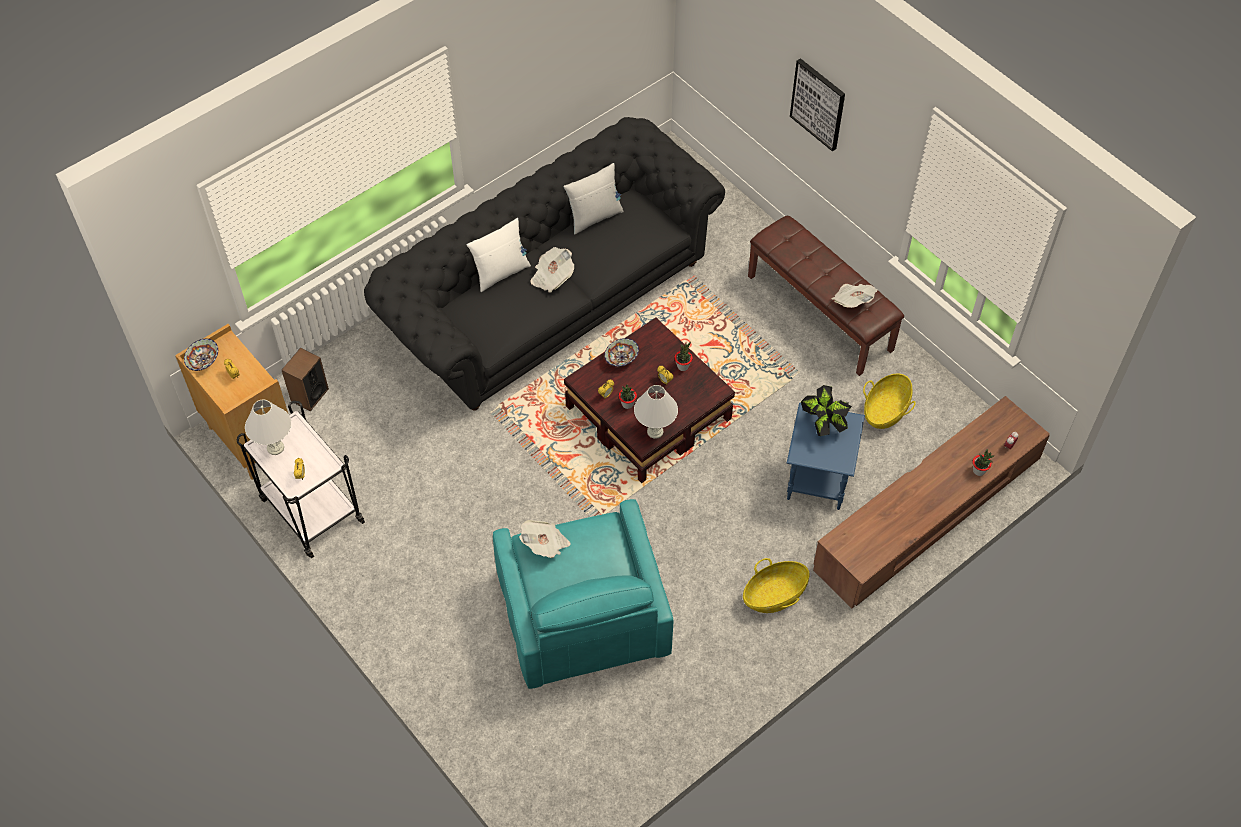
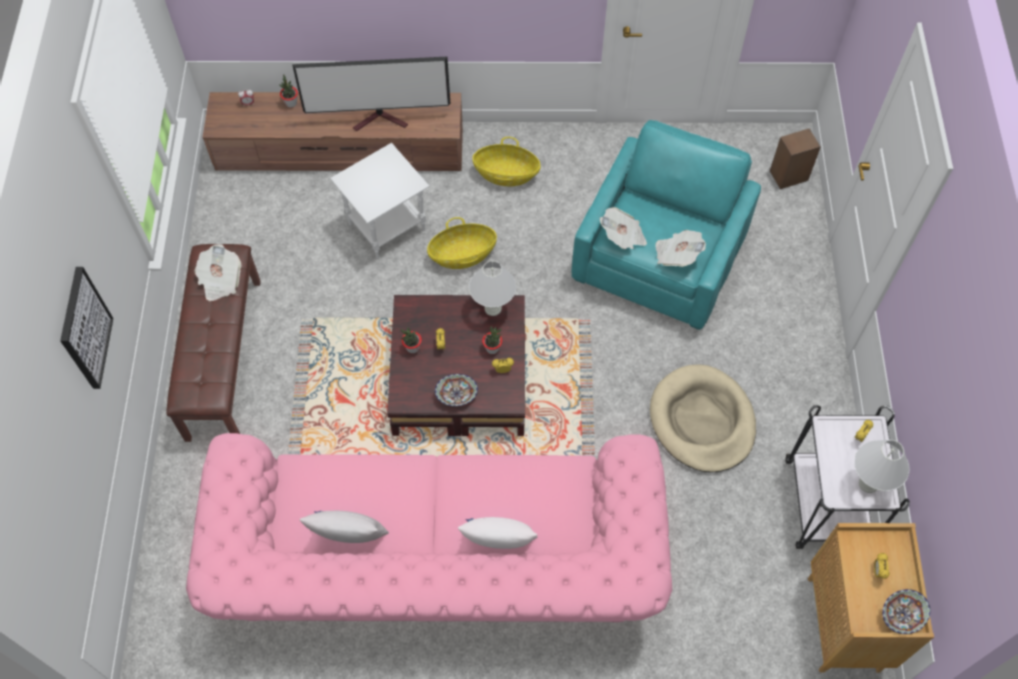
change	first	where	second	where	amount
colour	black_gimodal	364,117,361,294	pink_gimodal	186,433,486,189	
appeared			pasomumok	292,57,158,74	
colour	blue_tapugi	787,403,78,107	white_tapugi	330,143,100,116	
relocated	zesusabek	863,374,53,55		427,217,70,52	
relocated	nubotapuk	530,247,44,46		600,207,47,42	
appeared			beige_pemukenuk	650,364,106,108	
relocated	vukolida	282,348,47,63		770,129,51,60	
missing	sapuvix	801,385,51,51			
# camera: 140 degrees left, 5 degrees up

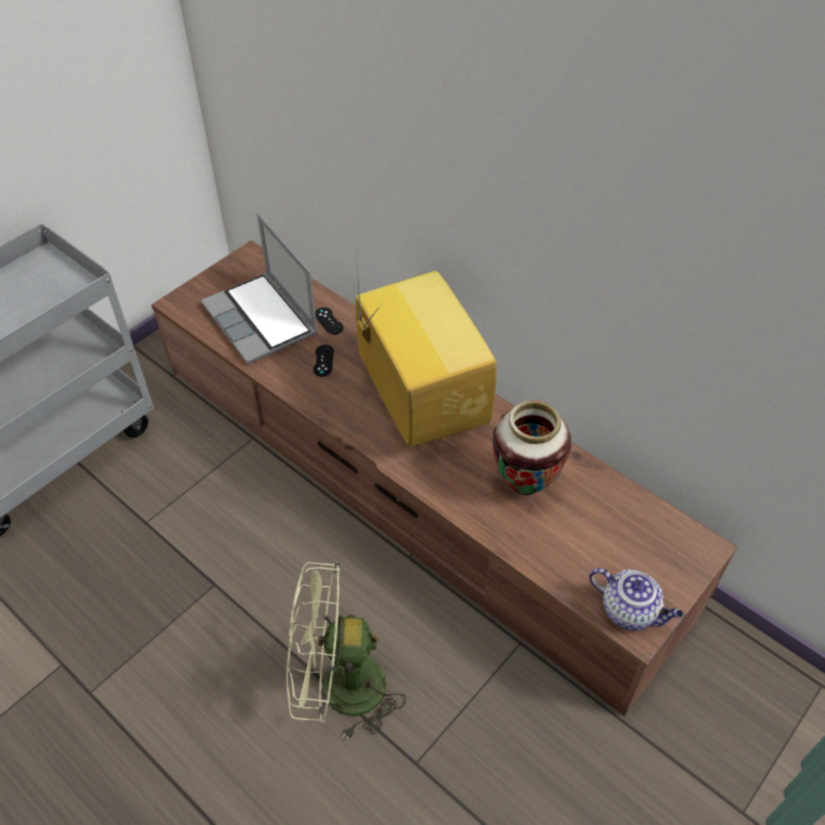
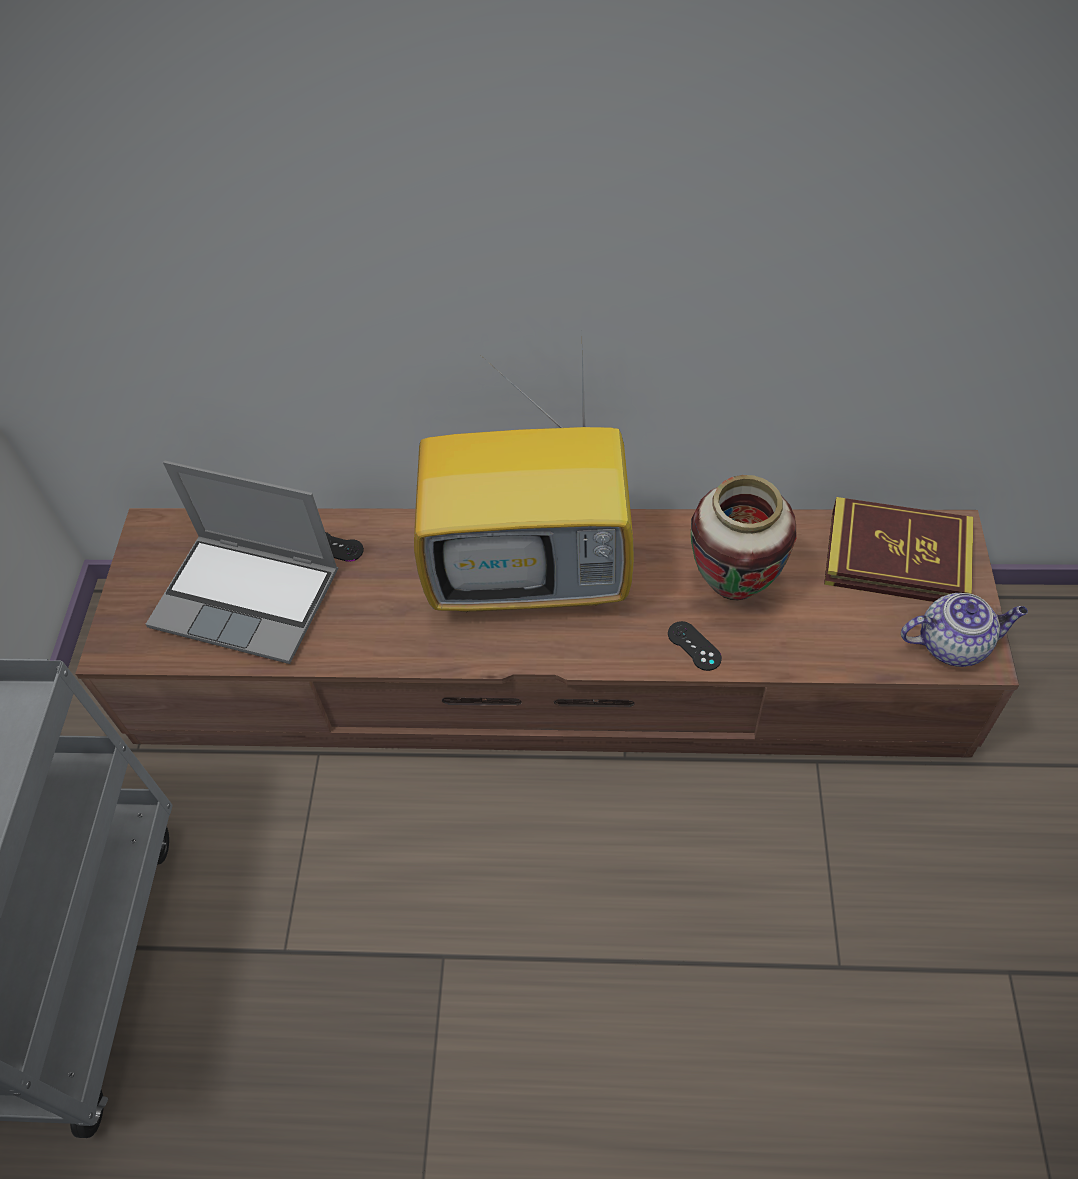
change	first	where	second	where	amount
spun	pasomumok	356,249,141,198		414,347,220,265	150 degrees clockwise
relocated	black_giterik	313,345,21,32		668,621,54,50	
appeared			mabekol	824,497,150,105	
missing	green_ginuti	286,562,120,178			
# camera: 35 degrees left, 5 degrees up

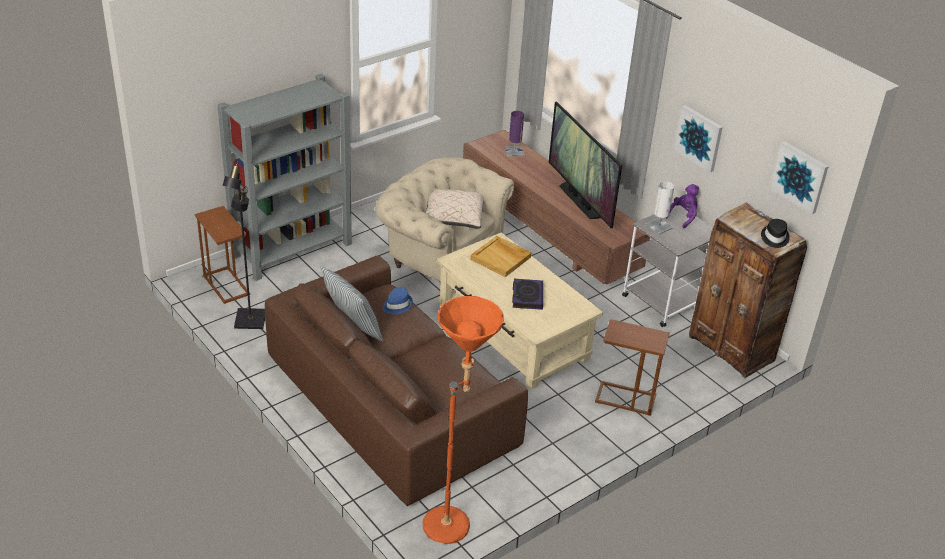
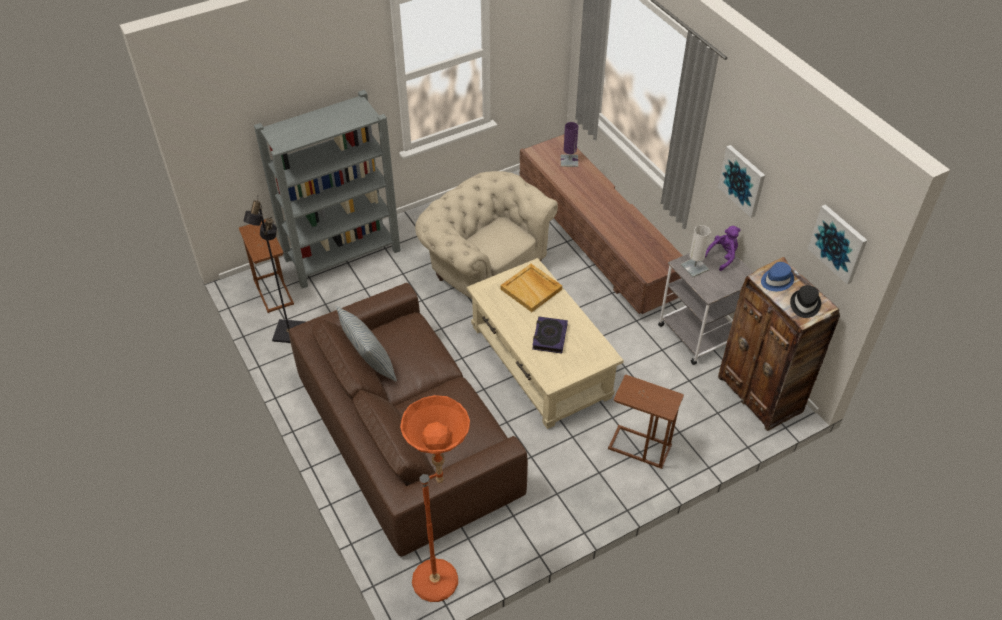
change	first	where	second	where	amount
relocated	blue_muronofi	382,287,31,27		761,262,33,29	
missing	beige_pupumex	425,189,59,39			
missing	pasomumok	549,102,73,126			
# camera: 10 degrees right, 10 degrees up

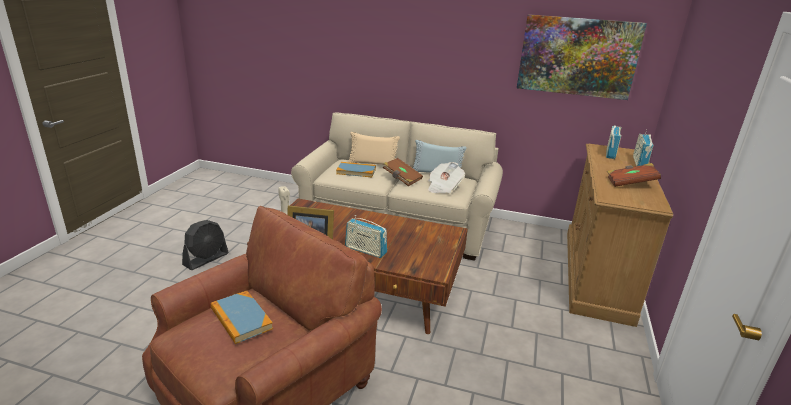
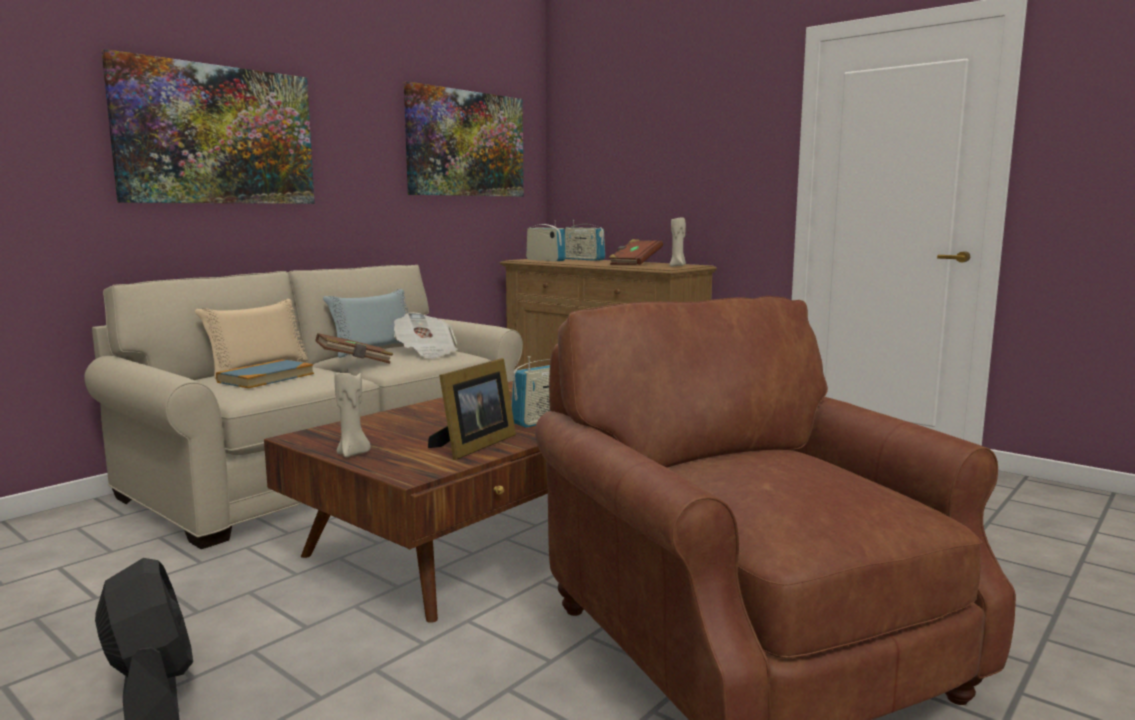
change	first	where	second	where	amount
appeared			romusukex	101,49,214,155	
appeared			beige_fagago	670,216,16,51	
missing	mabekol	211,291,62,53			
# camera: 65 degrees left, 15 degrees down

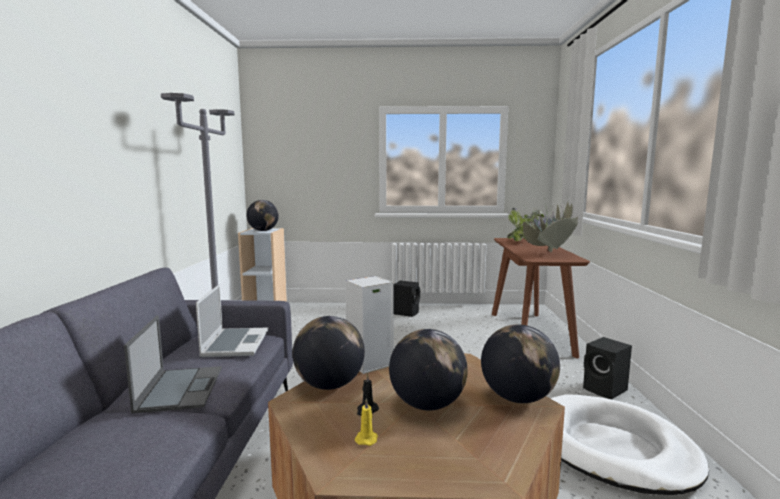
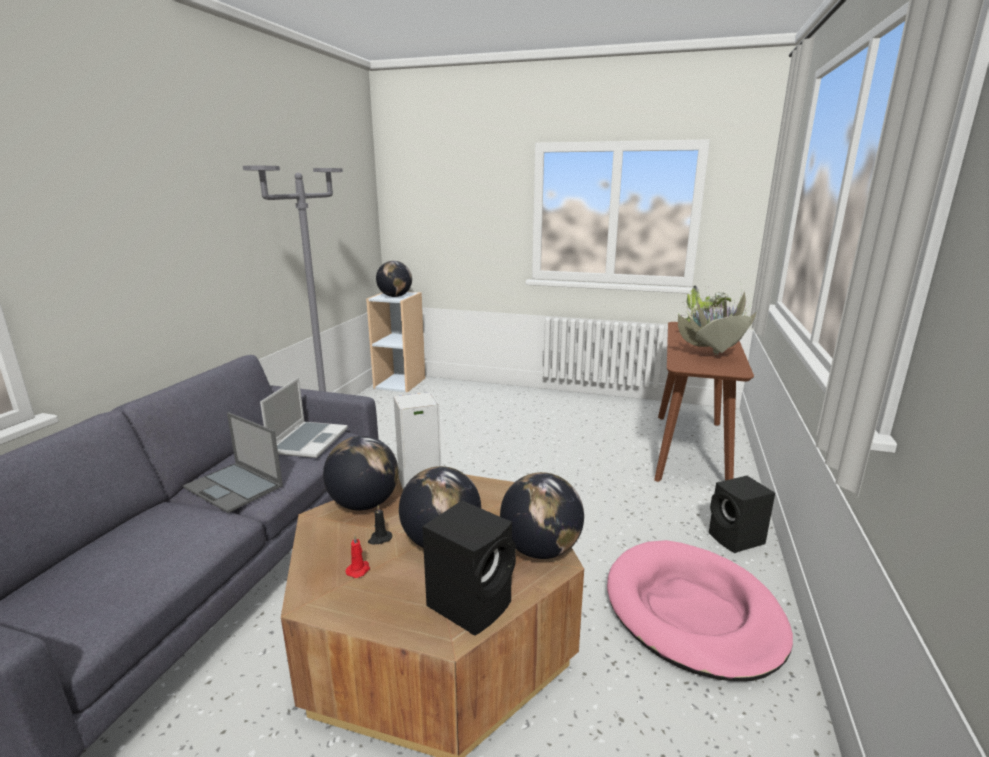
change	first	where	second	where	amount
spun	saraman	124,316,98,98		183,412,100,101	120 degrees clockwise
colour	yellow_fagago	355,398,23,48	red_fagago	345,535,25,43	
relocated	black_vukolida	394,281,26,36		422,500,94,136	
colour	white_pemukenuk	551,394,158,101	pink_pemukenuk	607,540,186,141	
# camera: 15 degrees right, 10 degrees up

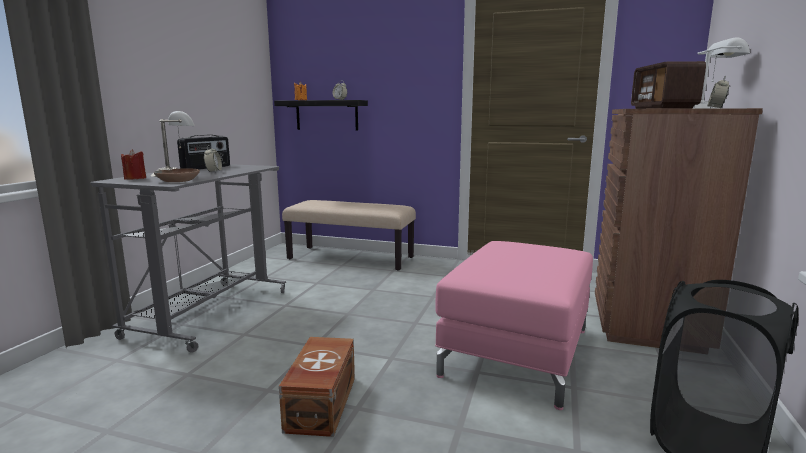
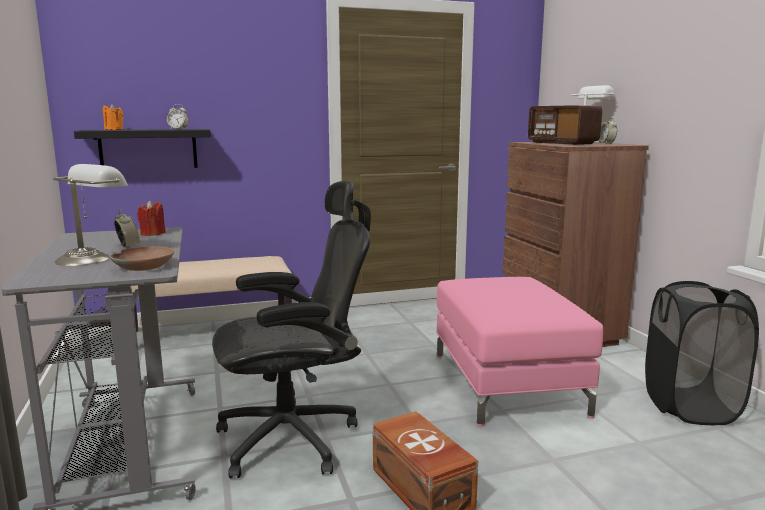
change	first	where	second	where	amount
relocated	red_fagago	121,149,25,30		137,200,29,36	
appeared			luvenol	212,181,159,297	
missing	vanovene	177,135,53,34			
# camera: 35 degrees left, 0 degrees up

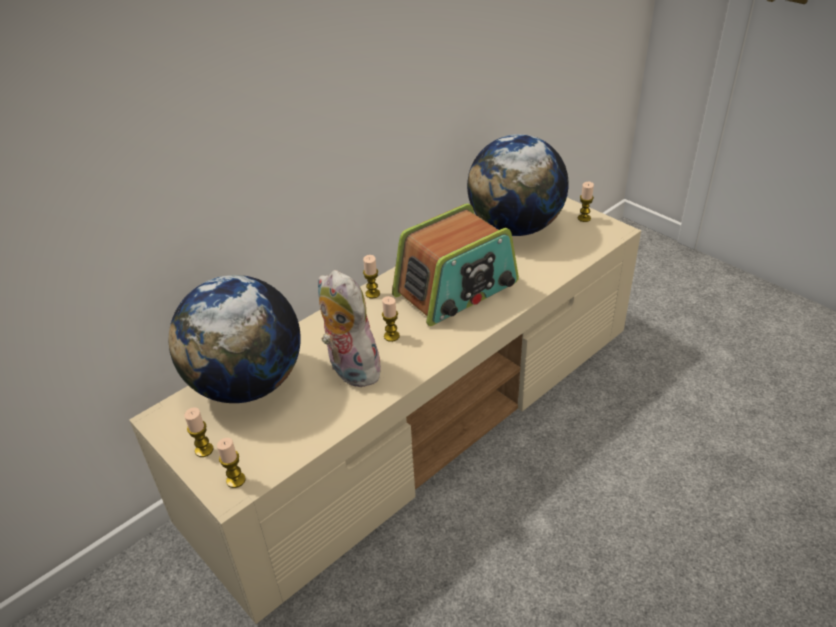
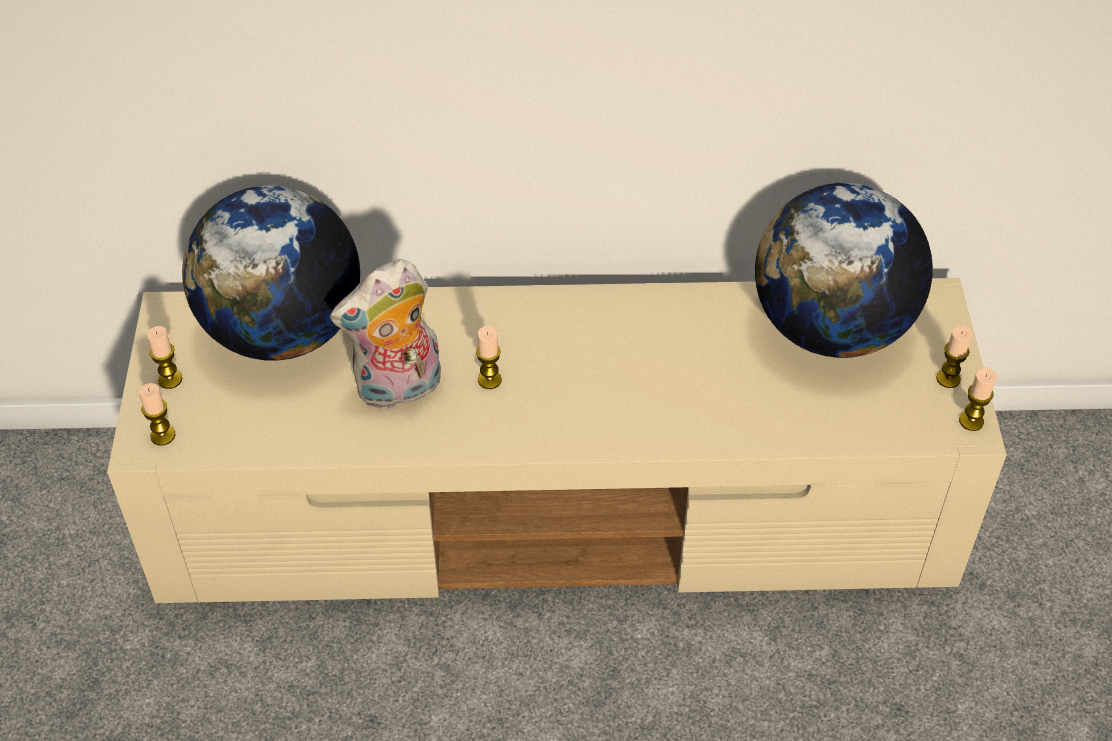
change	first	where	second	where	amount
spun	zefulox	318,270,63,117		330,259,111,152	120 degrees counterclockwise
relocated	fagago	363,255,17,44		959,367,38,64	
missing	vanovene	392,203,127,123			
# camera: 40 degrees right, 10 degrees up

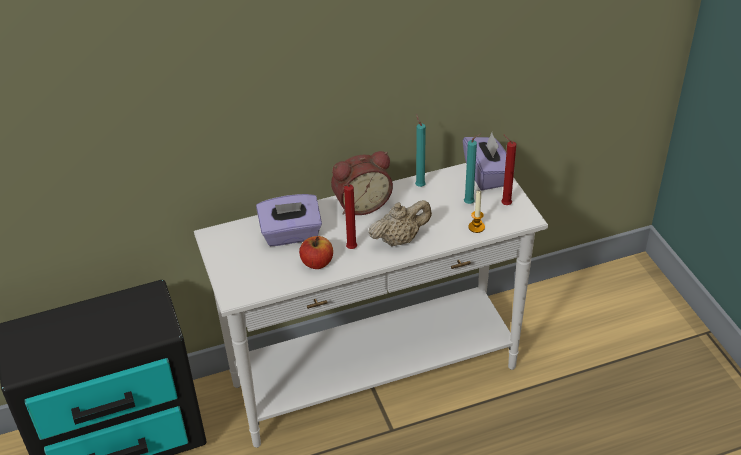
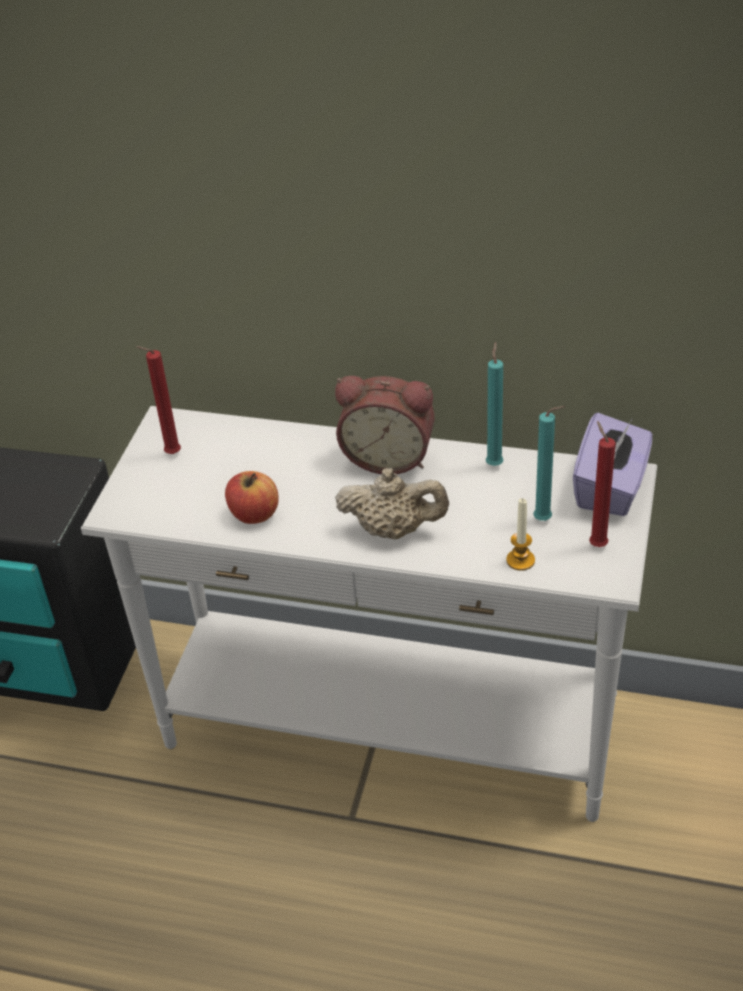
change	first	where	second	where	amount
relocated	red_fagago	343,184,14,65		136,346,45,108	
missing	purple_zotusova	256,194,66,52			
# camera: 35 degrees right, 0 degrees up

